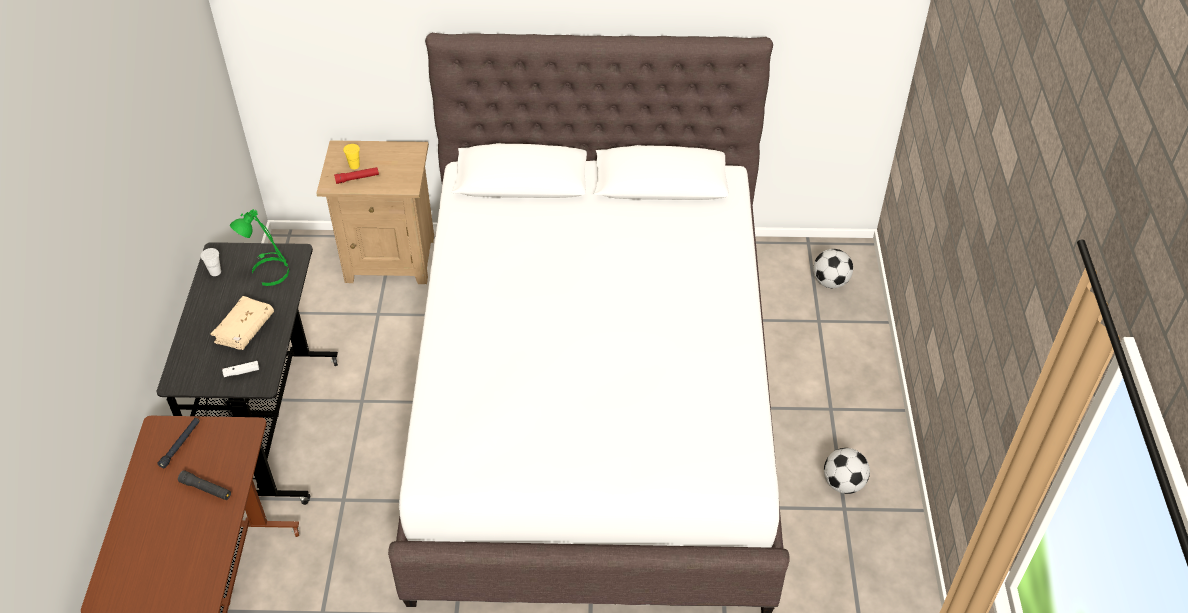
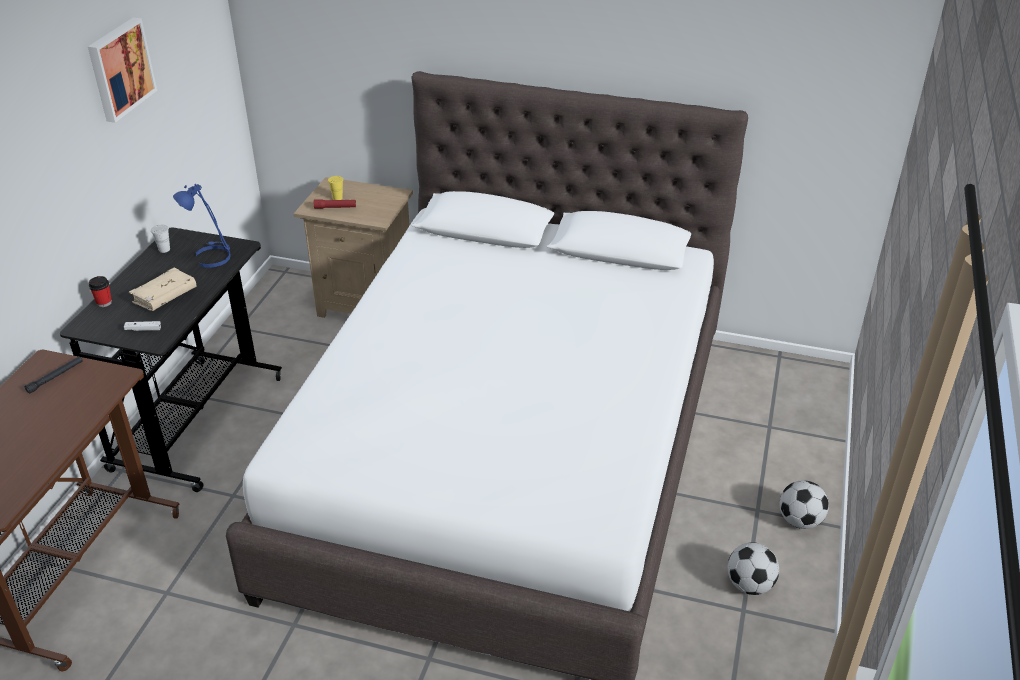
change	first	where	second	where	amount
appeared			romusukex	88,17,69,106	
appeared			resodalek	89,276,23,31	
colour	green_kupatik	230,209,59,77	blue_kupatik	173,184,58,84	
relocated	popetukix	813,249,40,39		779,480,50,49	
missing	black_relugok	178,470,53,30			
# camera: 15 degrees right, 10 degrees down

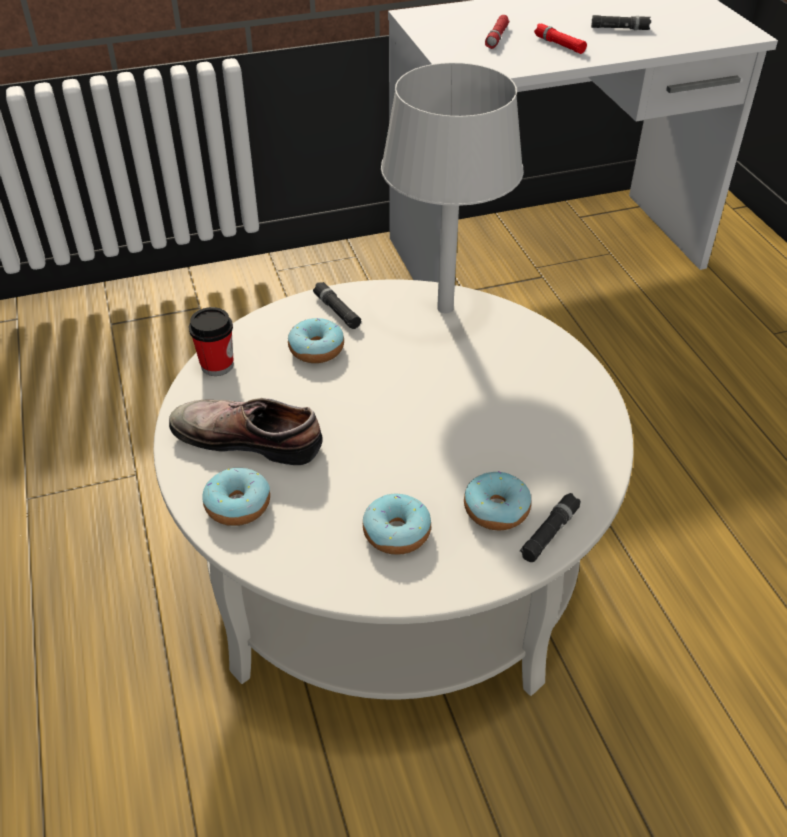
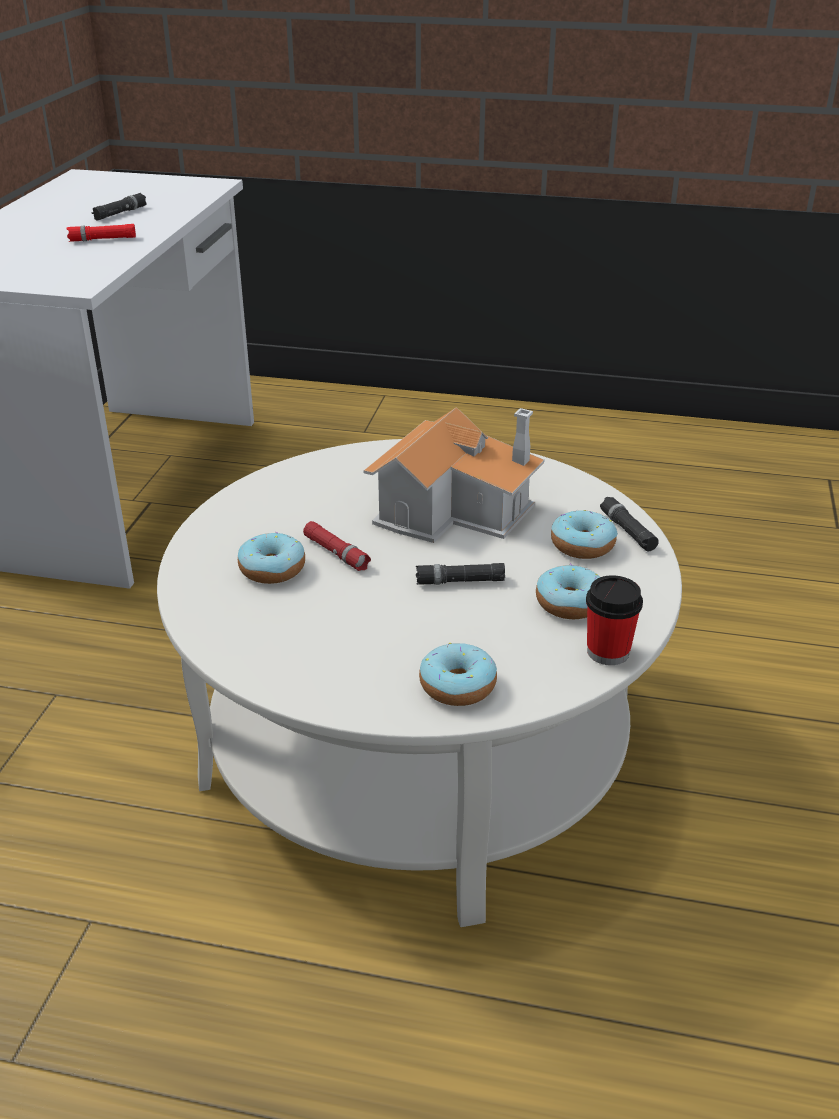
change	first	where	second	where	amount
relocated	red_relugok	485,15,24,34		303,521,68,50	
appeared			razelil	363,407,182,136	
relocated	black_relugok	313,282,48,47		416,563,89,22	
relocated	resodalek	189,307,45,69		586,575,57,90	
missing	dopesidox	169,398,154,67			
missing	grey_kupatik	381,63,143,250			
# camera: 60 degrees left, 10 degrees down

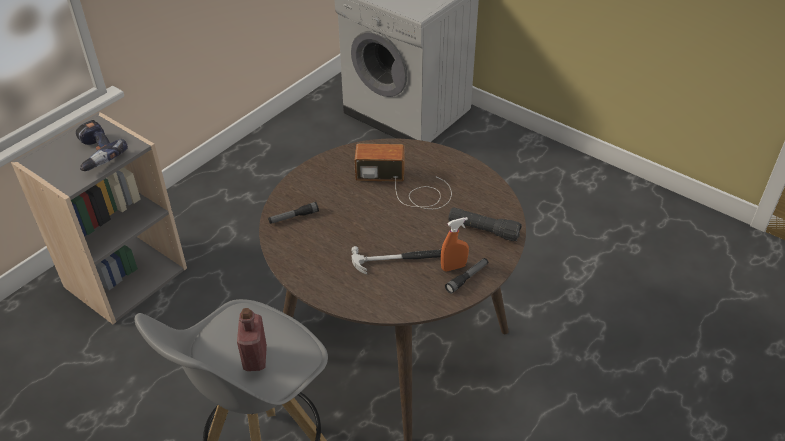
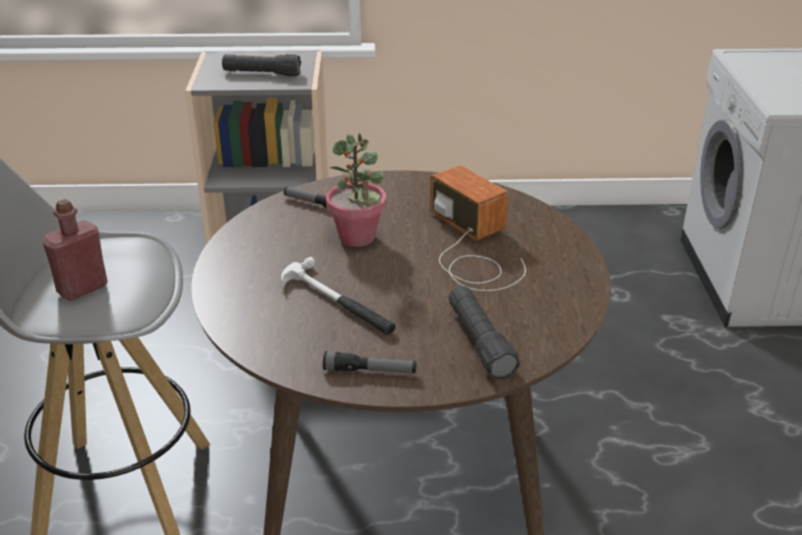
change	first	where	second	where	amount
exchanged	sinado	76,120,52,51	black_relugok	222,54,79,22	
appeared			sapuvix	326,133,60,114	
missing	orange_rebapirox	441,217,28,54			
# camera: 50 degrees right, 10 degrees down

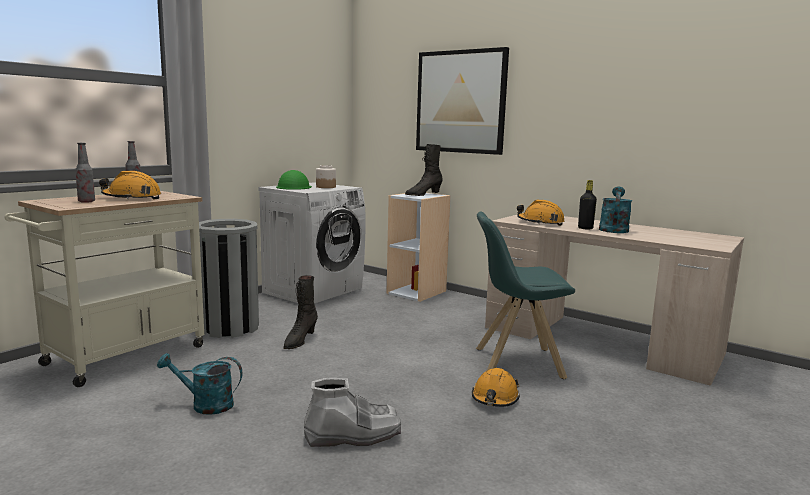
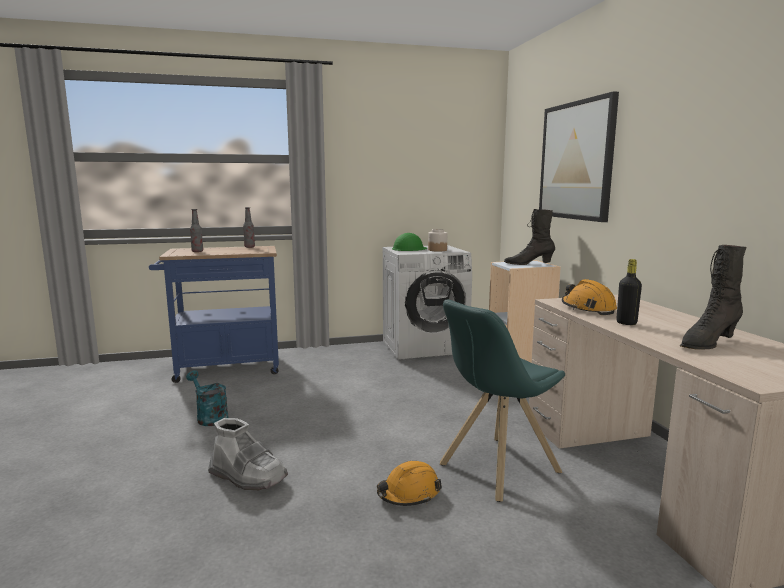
change	first	where	second	where	amount
colour	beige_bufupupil	5,191,199,196	blue_bufupupil	149,246,130,137	
spun	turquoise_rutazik	476,212,99,167		440,300,125,202	75 degrees counterclockwise
relocated	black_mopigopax	283,275,35,74		680,245,66,105	
missing	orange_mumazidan	99,171,62,29			
missing	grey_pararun	199,219,60,119			
missing	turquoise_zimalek	599,187,33,46			
# camera: 40 degrees right, 0 degrees up

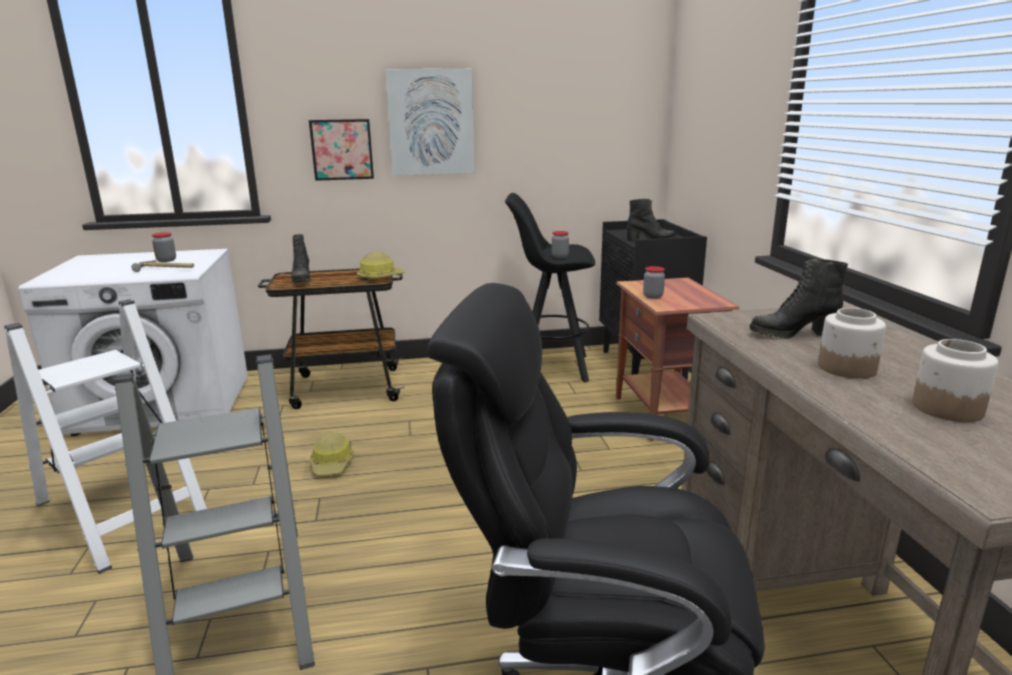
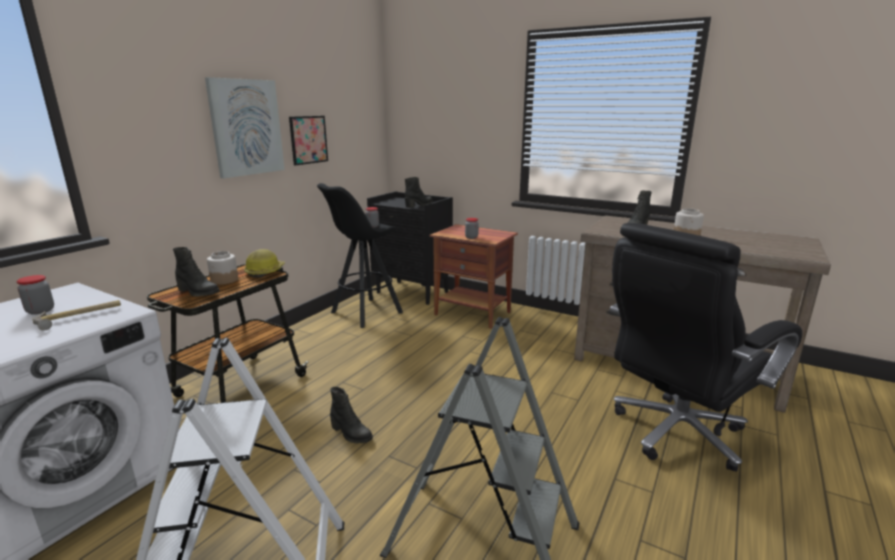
change	first	where	second	where	amount
relocated	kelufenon	912,339,86,83		207,251,31,34	
relocated	romusukex	309,119,65,62		289,116,39,50	
exchanged	mumazidan	310,432,44,43	black_mopigopax	330,387,43,56	
# camera: 50 degrees left, 0 degrees up

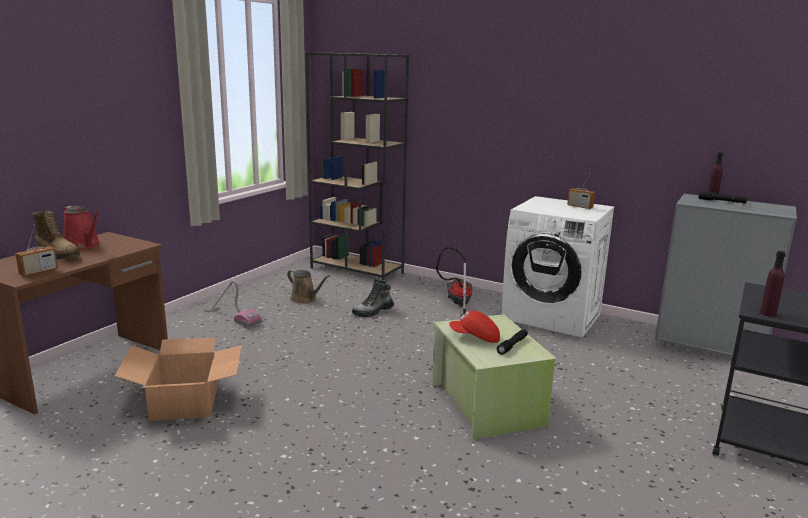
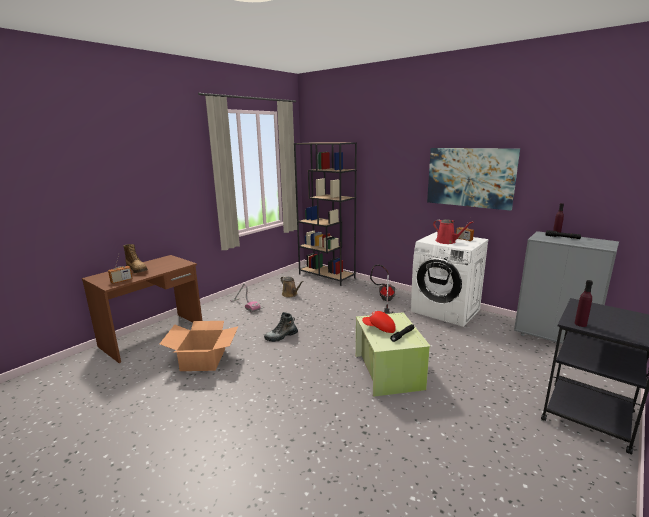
change	first	where	second	where	amount
relocated	mopigopax	352,279,42,38		264,312,34,30	
appeared			romusukex	427,148,93,63	
relocated	red_zimalek	63,206,37,44		433,219,41,25	
# camera: 10 degrees right, 0 degrees up

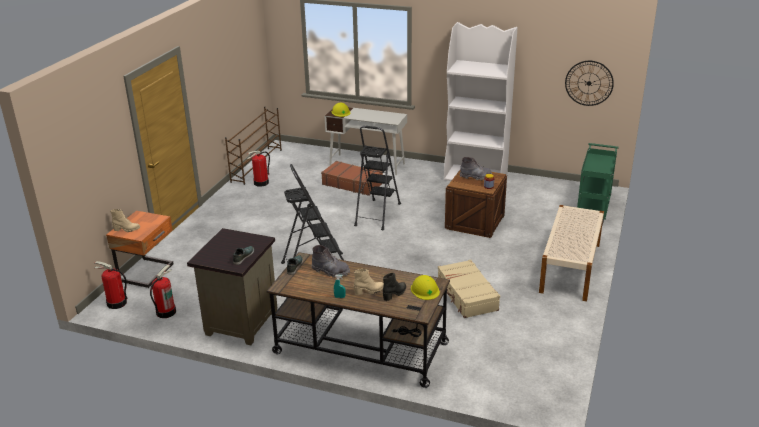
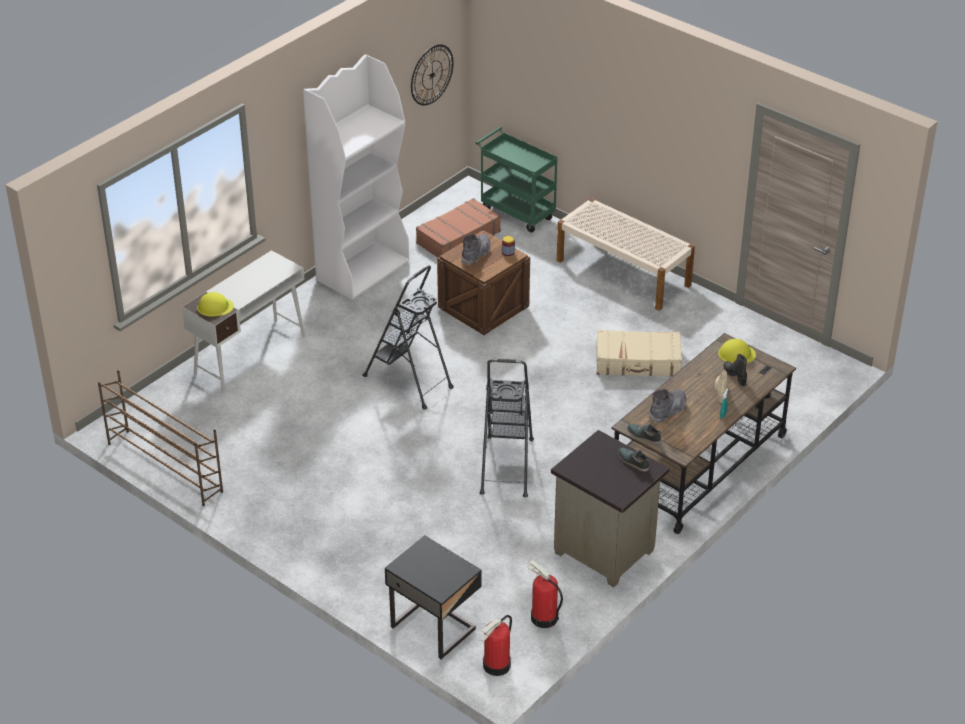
change	first	where	second	where	amount
colour	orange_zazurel	106,211,67,77	black_zazurel	385,535,97,124	
relocated	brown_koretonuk	321,161,62,35		416,198,85,60	
missing	beige_mopigopax	110,209,30,23			
missing	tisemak	247,151,23,36			
# camera: 70 degrees left, 10 degrees up

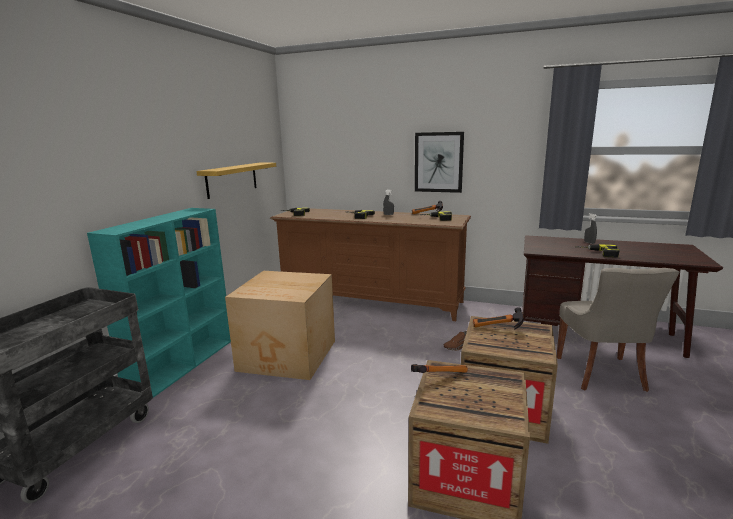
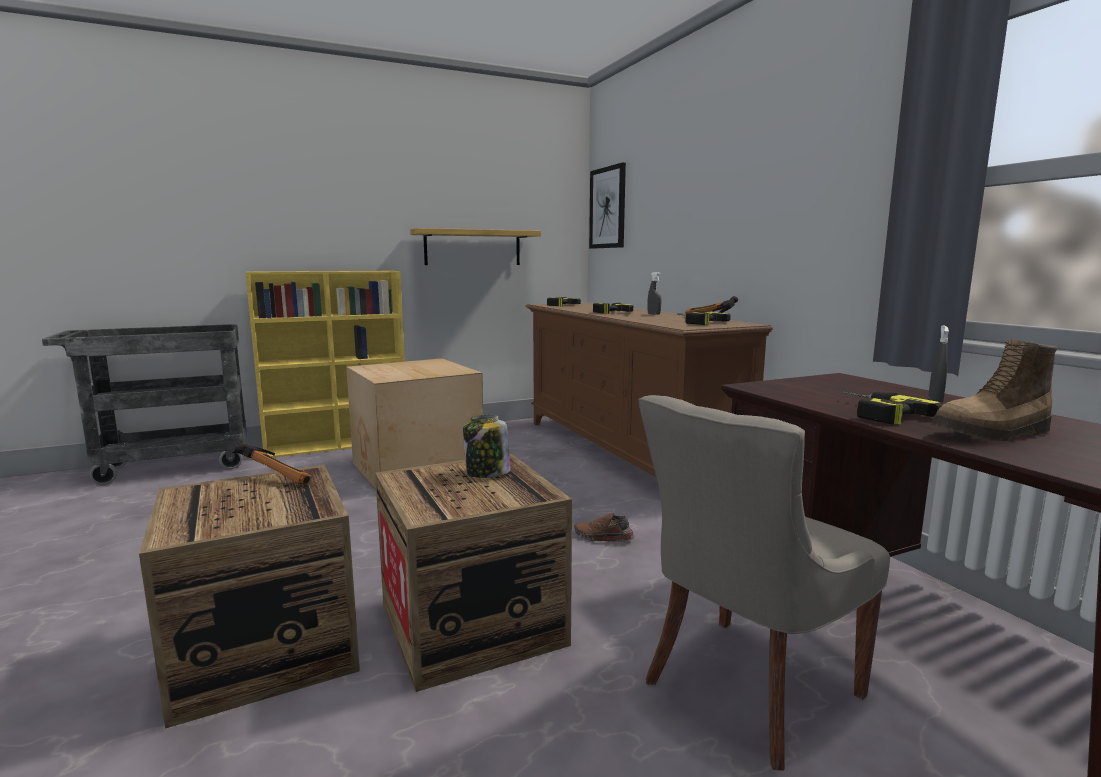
change	first	where	second	where	amount
colour	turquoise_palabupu	87,208,144,190	yellow_palabupu	245,271,160,187	
exchanged	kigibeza	473,307,51,22	kelufenon	463,415,48,63	
relocated	romusukex	415,132,49,61		589,163,37,86	
appeared			mopigopax	931,340,126,101	
# camera: 45 degrees right, 5 degrees down

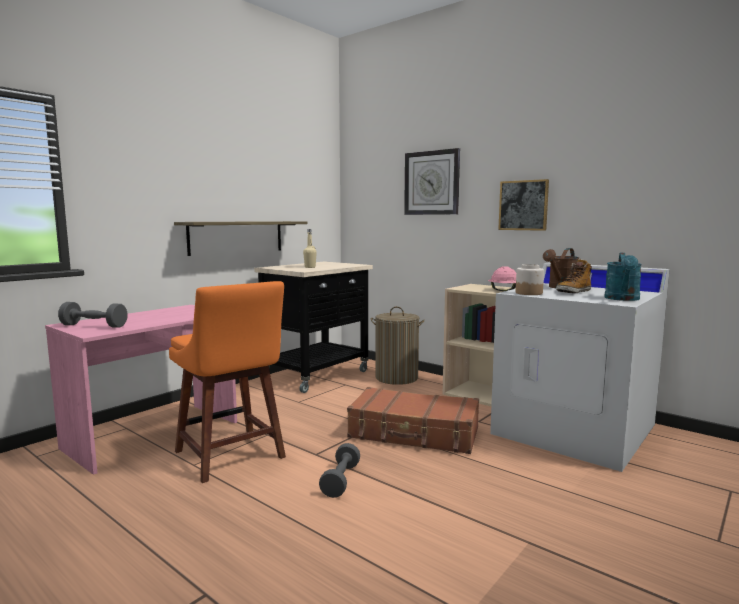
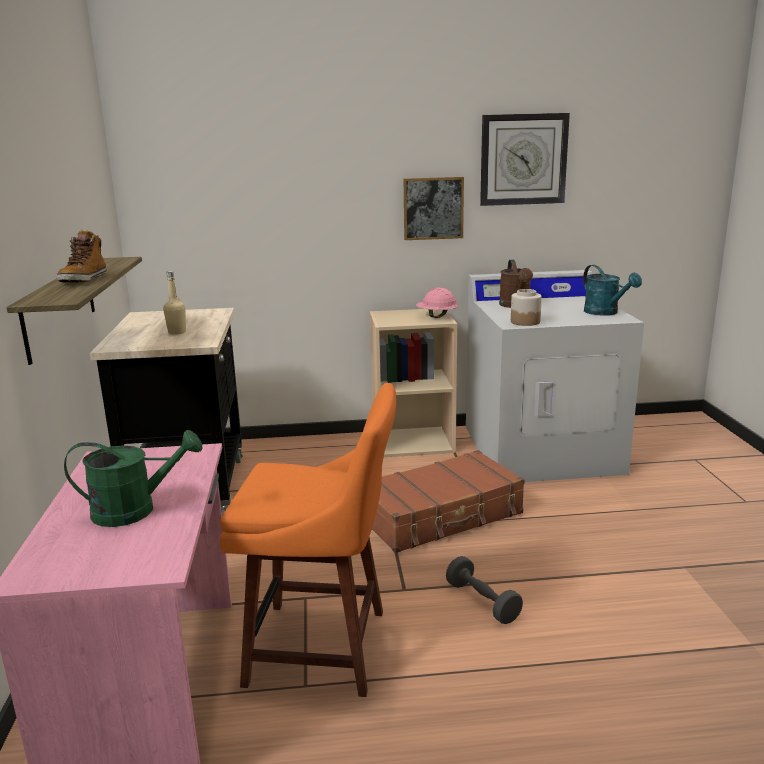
change	first	where	second	where	amount
relocated	mopigopax	556,259,36,34		57,230,50,53	
appeared			green_zimalek	64,430,139,97	
relocated	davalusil	404,148,56,67		480,113,90,93	
missing	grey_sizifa	58,302,70,26			
missing	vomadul	371,306,54,79			
# camera: 45 degrees left, 10 degrees up

